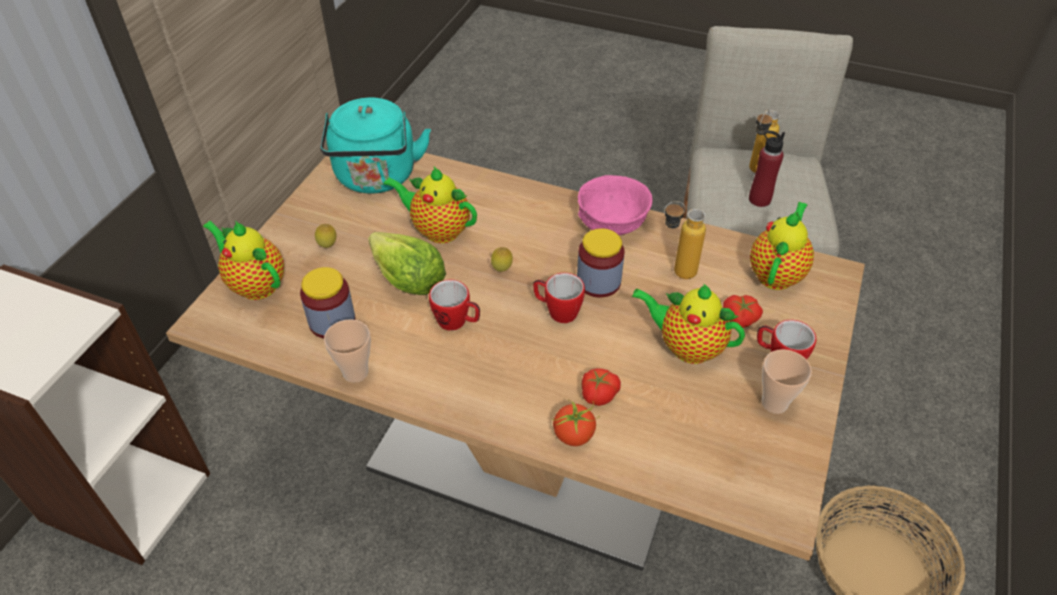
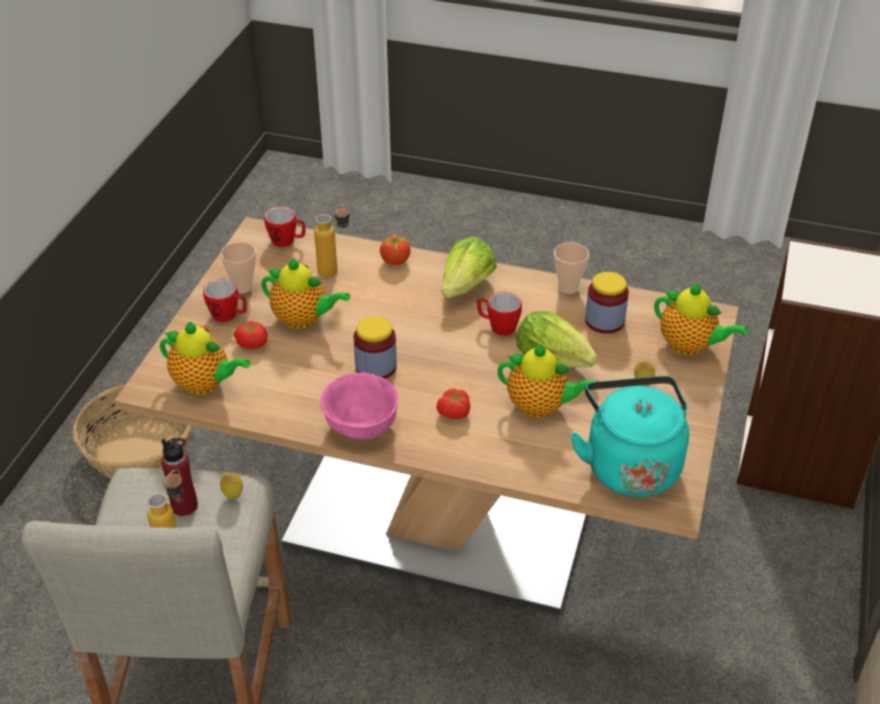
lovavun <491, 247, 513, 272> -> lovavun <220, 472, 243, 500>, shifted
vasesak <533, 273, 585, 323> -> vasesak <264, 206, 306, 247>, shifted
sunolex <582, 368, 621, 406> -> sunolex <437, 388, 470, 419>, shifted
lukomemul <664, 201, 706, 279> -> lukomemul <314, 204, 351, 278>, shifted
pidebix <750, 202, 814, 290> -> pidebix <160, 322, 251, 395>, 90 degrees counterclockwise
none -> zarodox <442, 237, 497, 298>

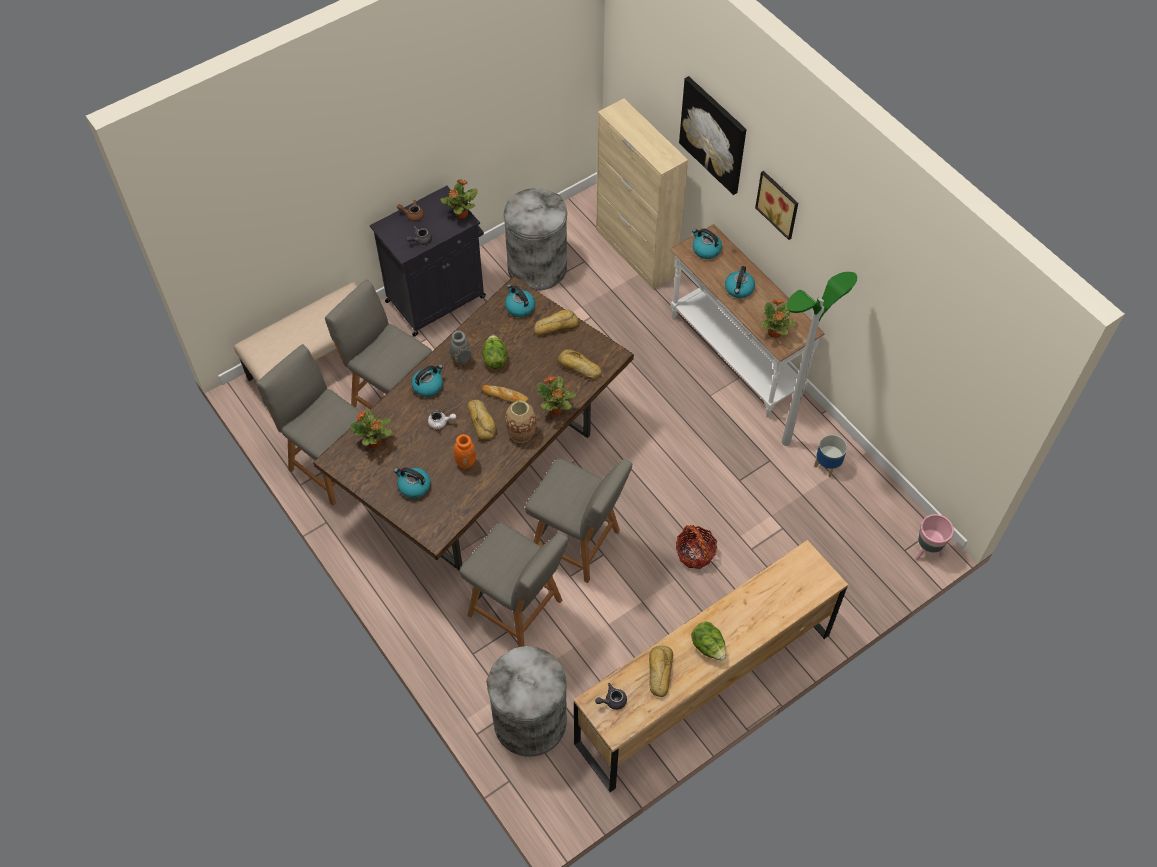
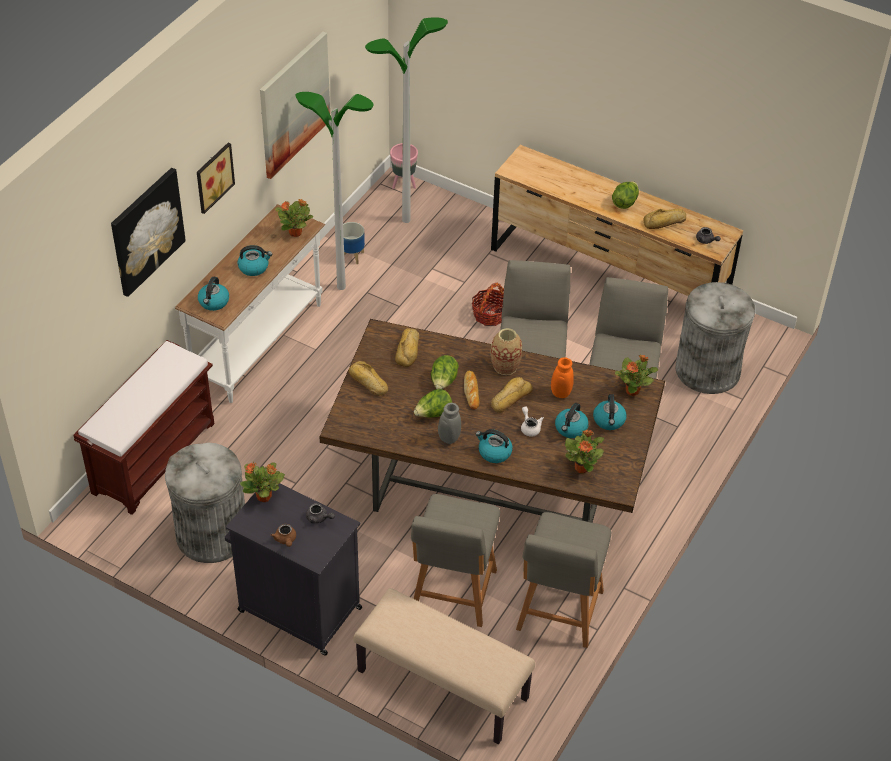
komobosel <505, 284, 535, 317> -> komobosel <555, 403, 589, 438>, shifted
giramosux <538, 376, 576, 415> -> giramosux <615, 355, 658, 396>, shifted
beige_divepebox <596, 98, 688, 289> -> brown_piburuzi <74, 340, 214, 515>
none -> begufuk <260, 31, 330, 179>
none -> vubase <365, 17, 448, 223>
none -> zarodox <431, 355, 459, 389>

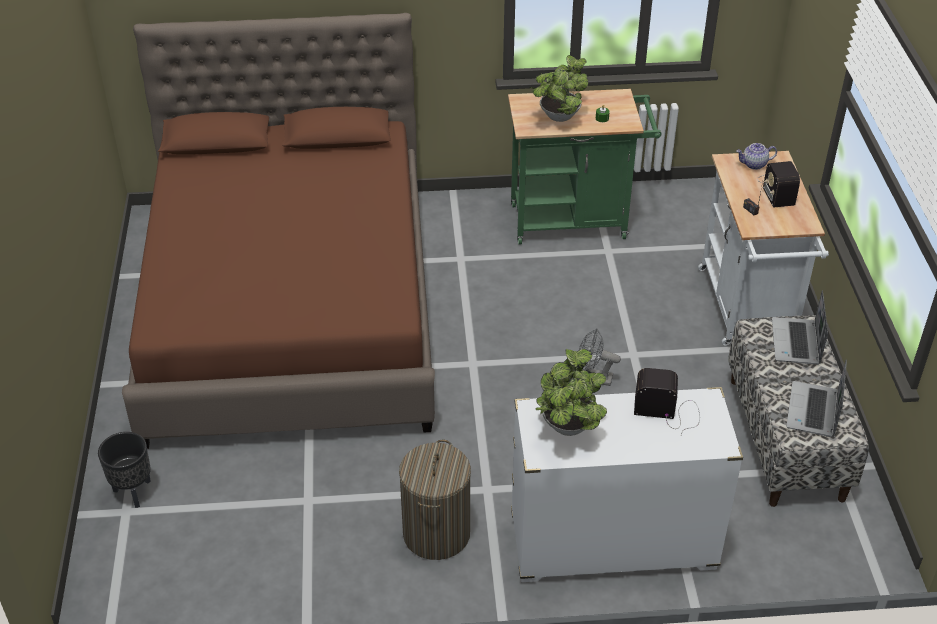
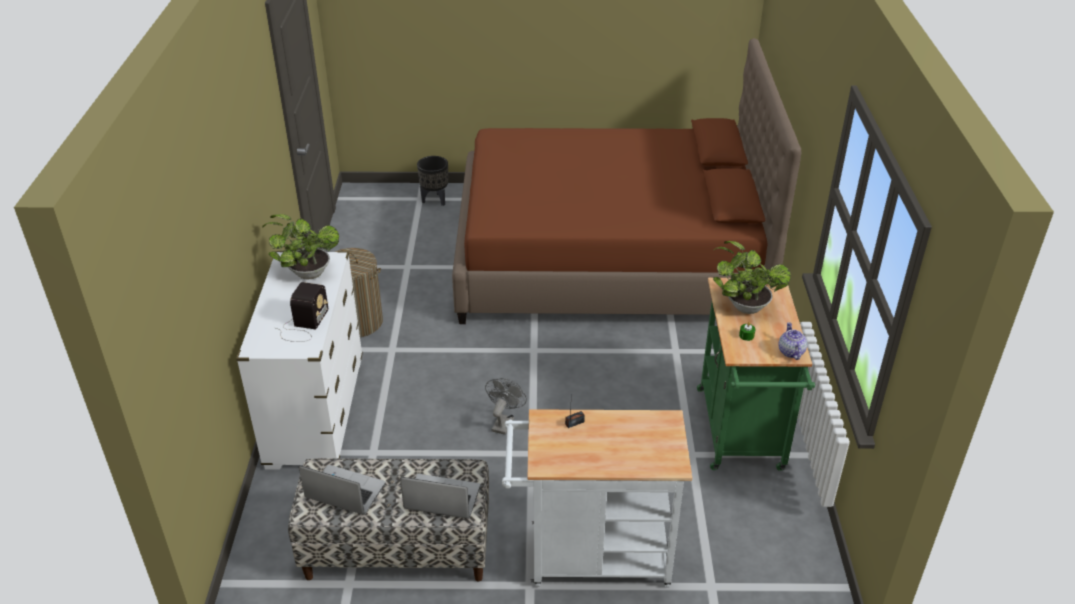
pidebix <736, 143, 777, 170> -> pidebix <778, 322, 807, 360>, shifted
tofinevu <757, 161, 800, 208> -> none

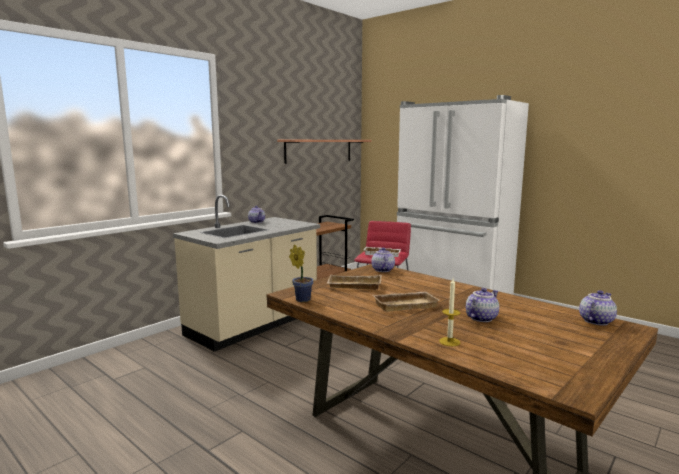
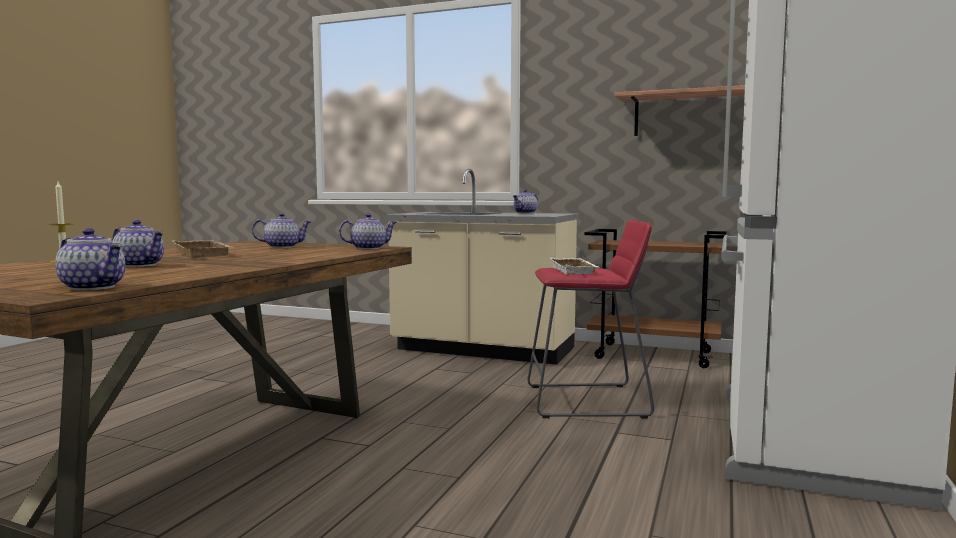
giramosux <289, 244, 313, 302> -> none
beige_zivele <327, 275, 382, 290> -> pidebix <252, 213, 311, 248>

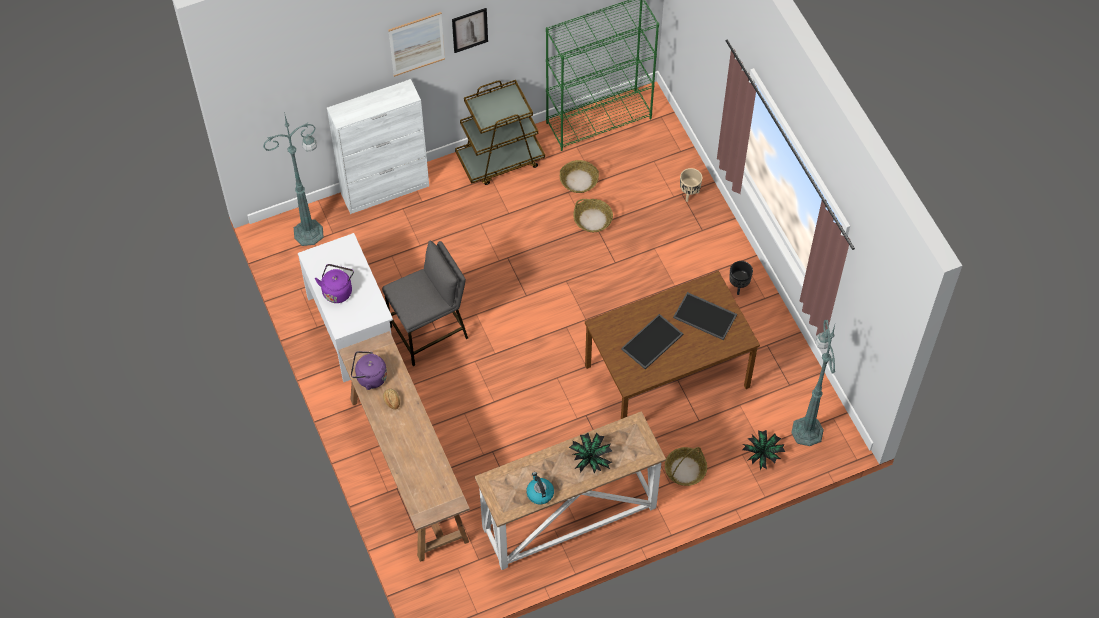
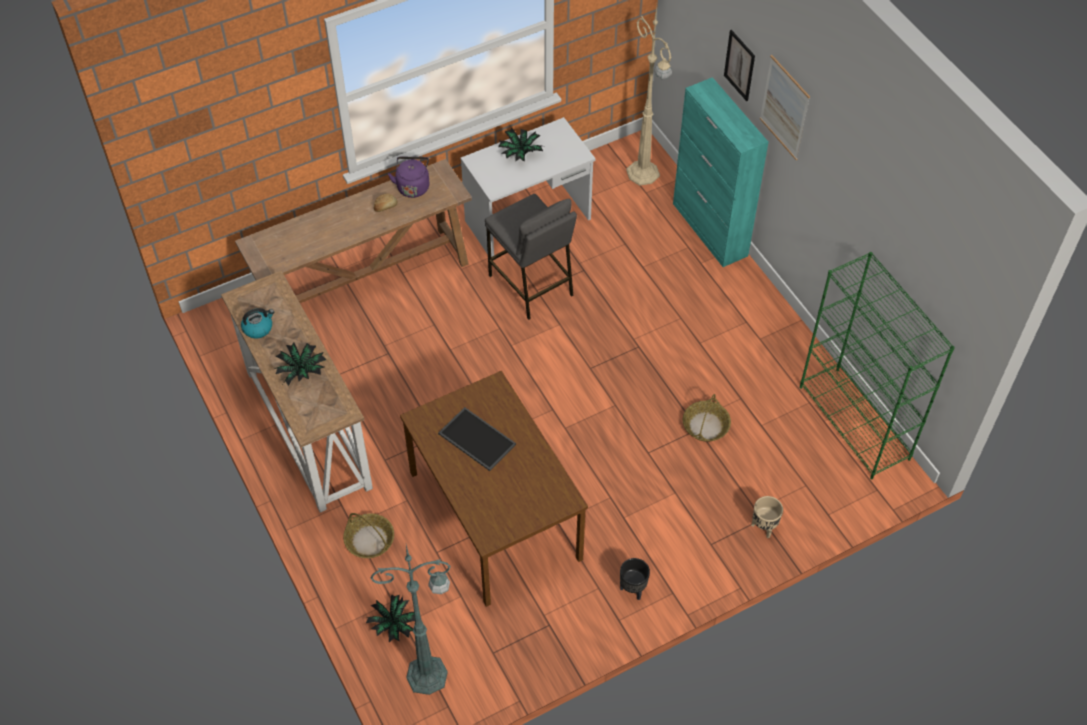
green_vubase <263, 112, 324, 246> -> beige_vubase <626, 5, 672, 186>
purple_komobosel <315, 264, 354, 303> -> giramosux <498, 128, 543, 162>
white_divepebox <327, 79, 429, 214> -> turquoise_divepebox <673, 77, 769, 267>
begufuk <452, 8, 488, 53> -> begufuk <724, 30, 755, 101>, shifted
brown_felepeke <455, 80, 545, 185> -> none
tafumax <560, 160, 599, 193> -> none
zivele <673, 292, 737, 340> -> none

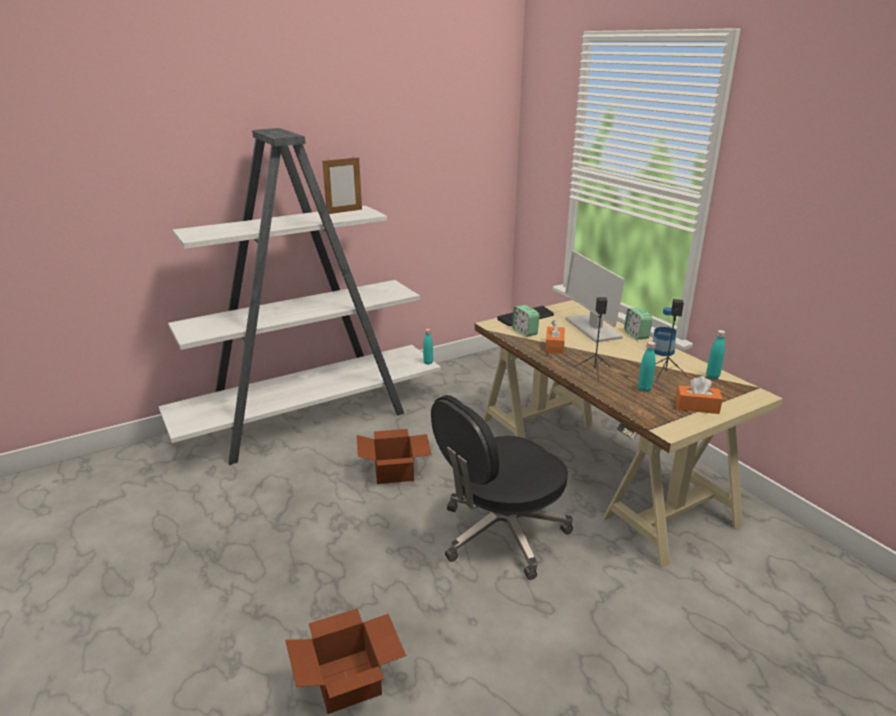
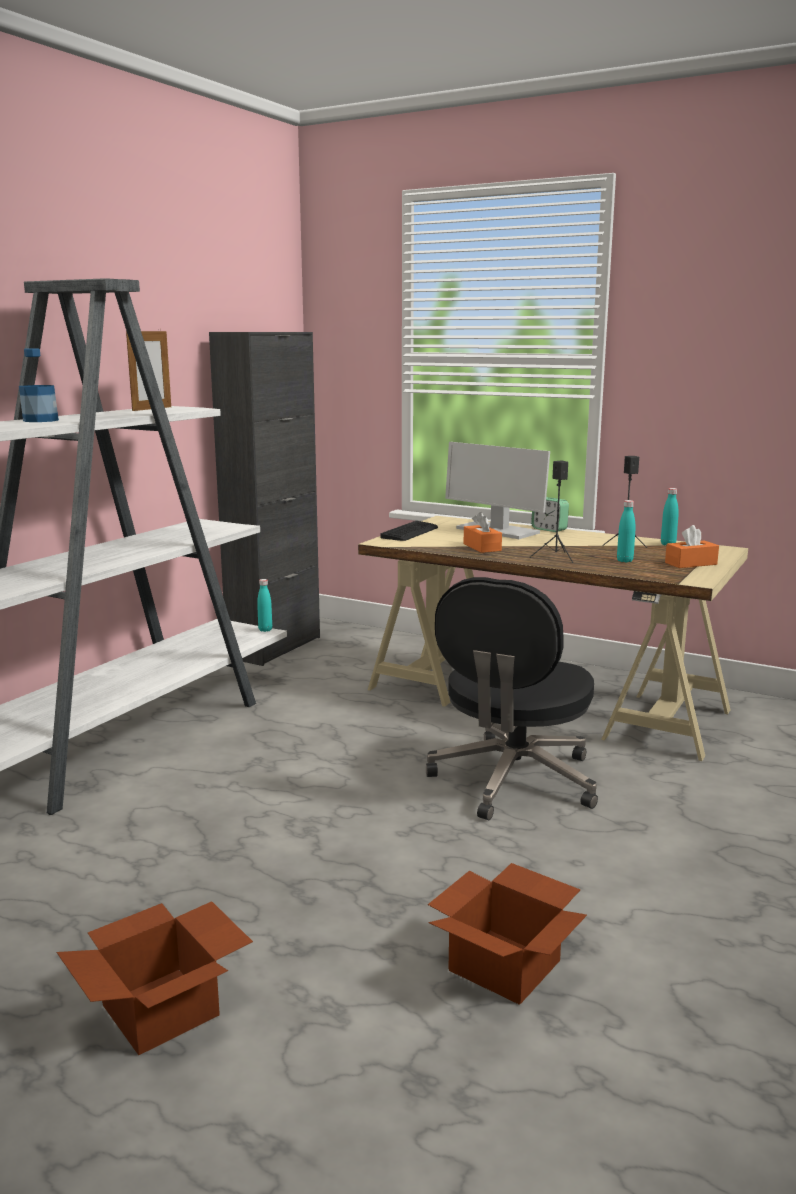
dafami <357, 429, 432, 484> -> dafami <57, 901, 253, 1055>, shifted
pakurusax <512, 305, 539, 337> -> none
lukomemul <653, 307, 676, 356> -> lukomemul <19, 348, 59, 422>, shifted
none -> black_divepebox <209, 332, 320, 666>

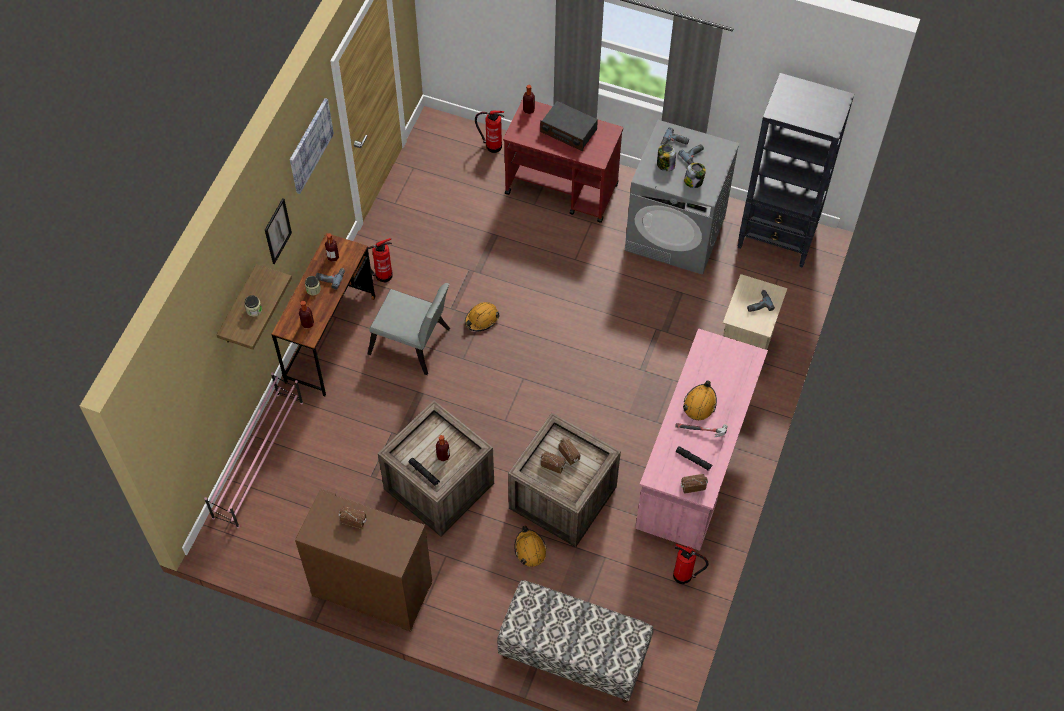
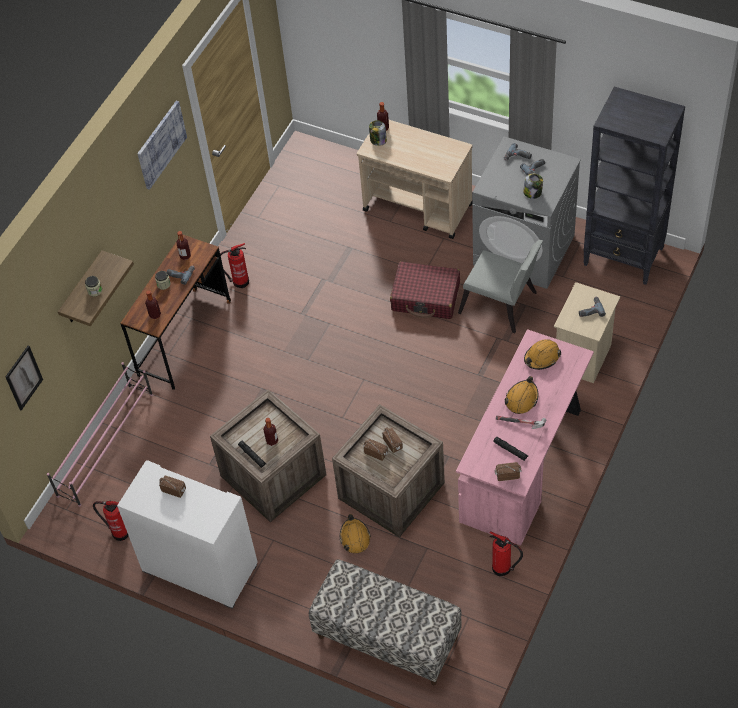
begufuk <265, 198, 292, 264> -> begufuk <5, 345, 43, 411>, shifted
brown_divepebox <295, 489, 432, 632> -> white_divepebox <117, 460, 258, 609>
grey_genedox <368, 283, 450, 375> -> grey_genedox <458, 240, 543, 333>, shifted
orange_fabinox <465, 302, 500, 331> -> orange_fabinox <524, 339, 561, 370>, shifted
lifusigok <475, 111, 504, 153> -> lifusigok <93, 501, 128, 541>, shifted
red_felepeke <503, 99, 623, 223> -> beige_felepeke <357, 120, 472, 239>
tofinevu <540, 101, 598, 151> -> none
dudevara <657, 145, 676, 171> -> dudevara <369, 120, 387, 146>, shifted
none -> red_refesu <390, 261, 460, 319>

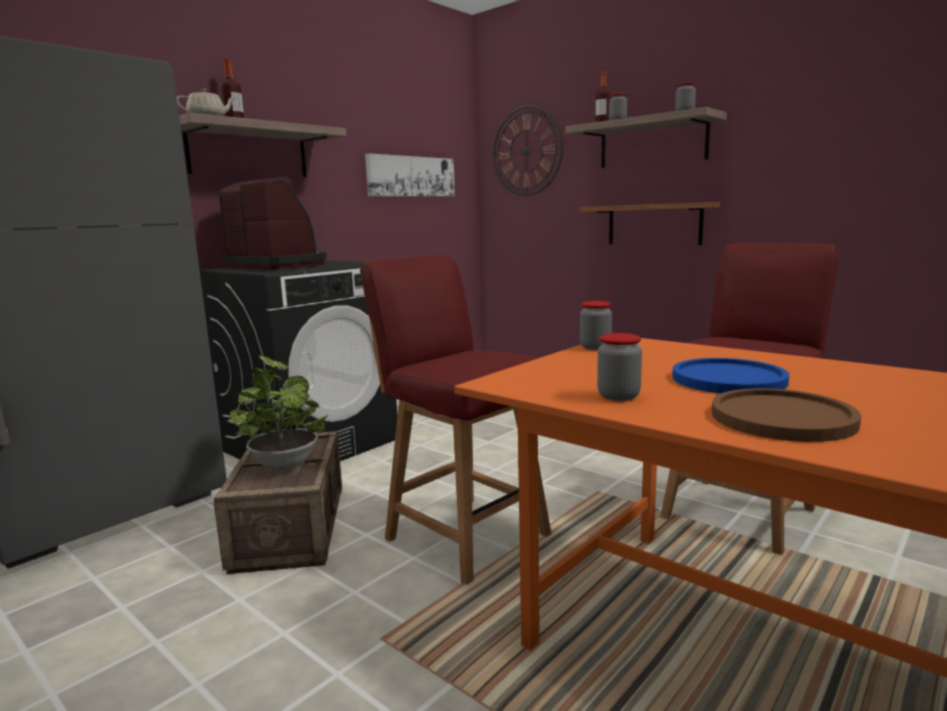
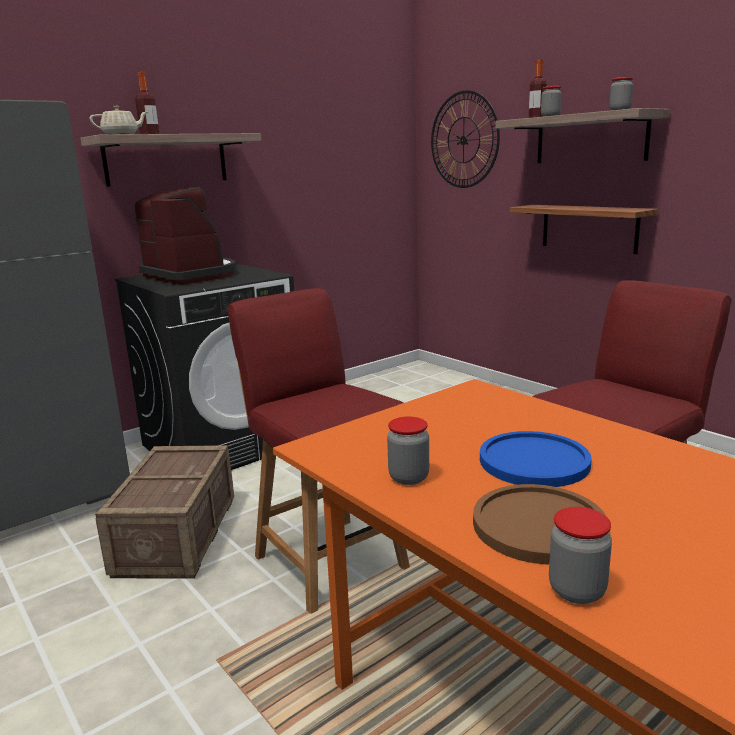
giramosux <227, 355, 328, 471> -> none
begufuk <365, 153, 455, 197> -> none
dudevara <580, 301, 612, 350> -> dudevara <549, 507, 612, 604>, shifted

